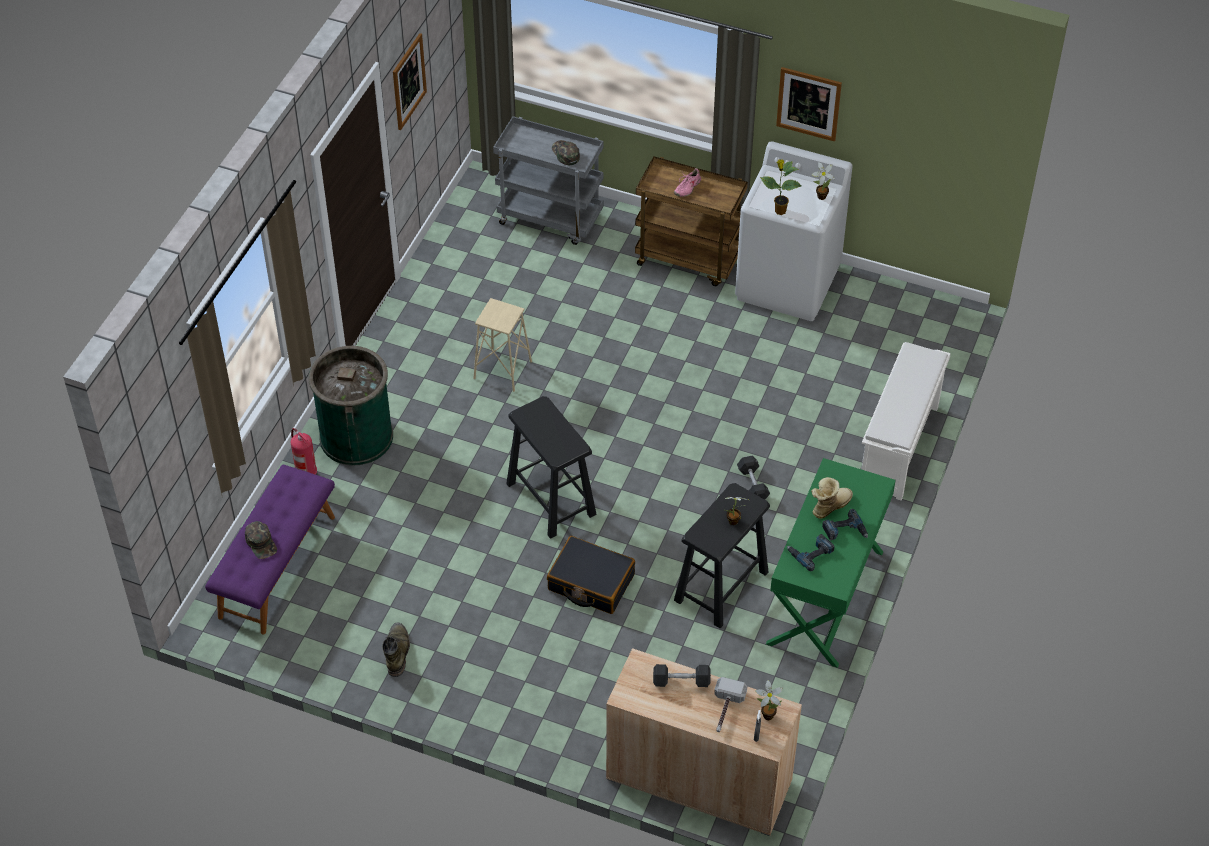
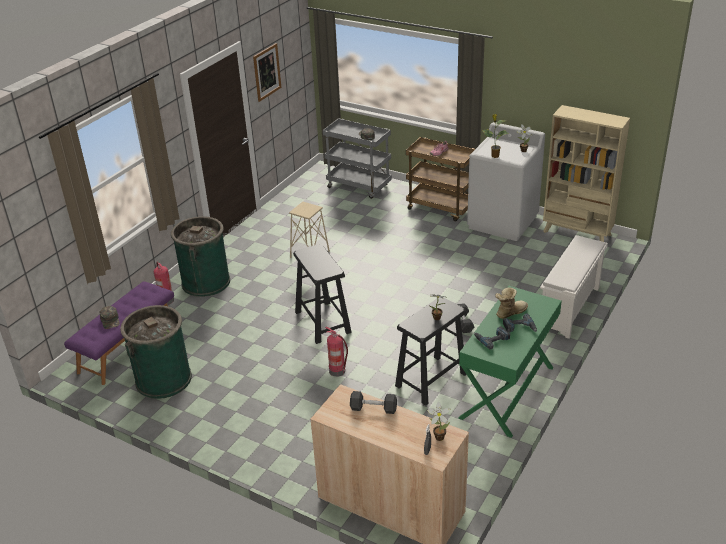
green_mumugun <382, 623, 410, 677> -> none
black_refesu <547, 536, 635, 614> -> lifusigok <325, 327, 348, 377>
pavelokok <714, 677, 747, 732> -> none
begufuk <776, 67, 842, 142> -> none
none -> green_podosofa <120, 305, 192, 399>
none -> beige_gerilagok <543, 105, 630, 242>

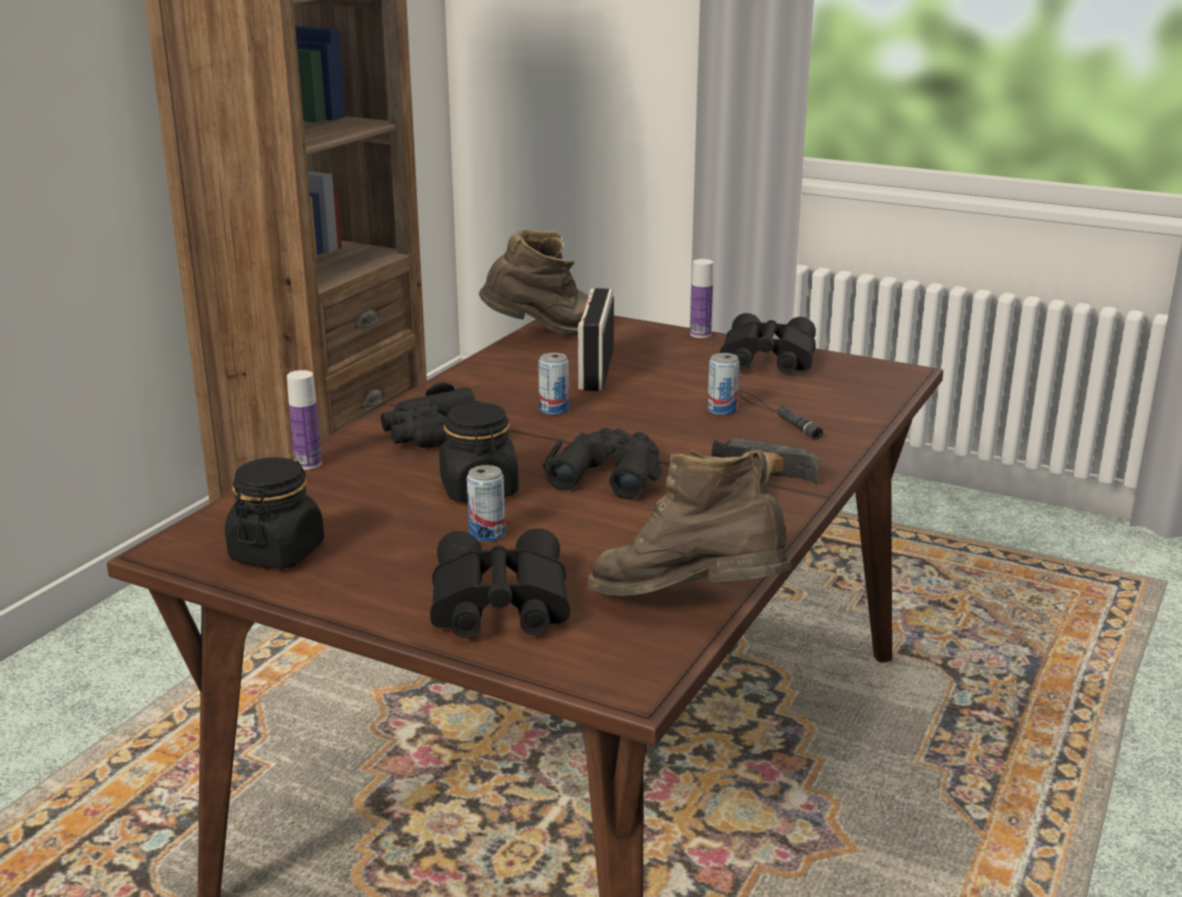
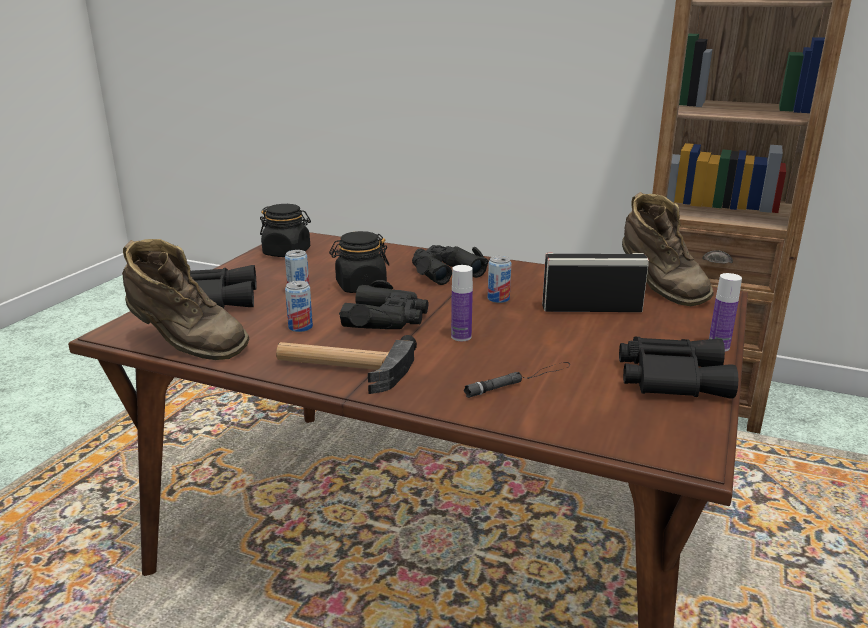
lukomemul <287, 370, 322, 470> -> lukomemul <451, 265, 473, 341>, shifted
brown_mumugun <588, 449, 792, 596> -> brown_mumugun <122, 239, 249, 360>, 90 degrees clockwise
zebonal <708, 353, 740, 416> -> zebonal <285, 281, 313, 332>, shifted

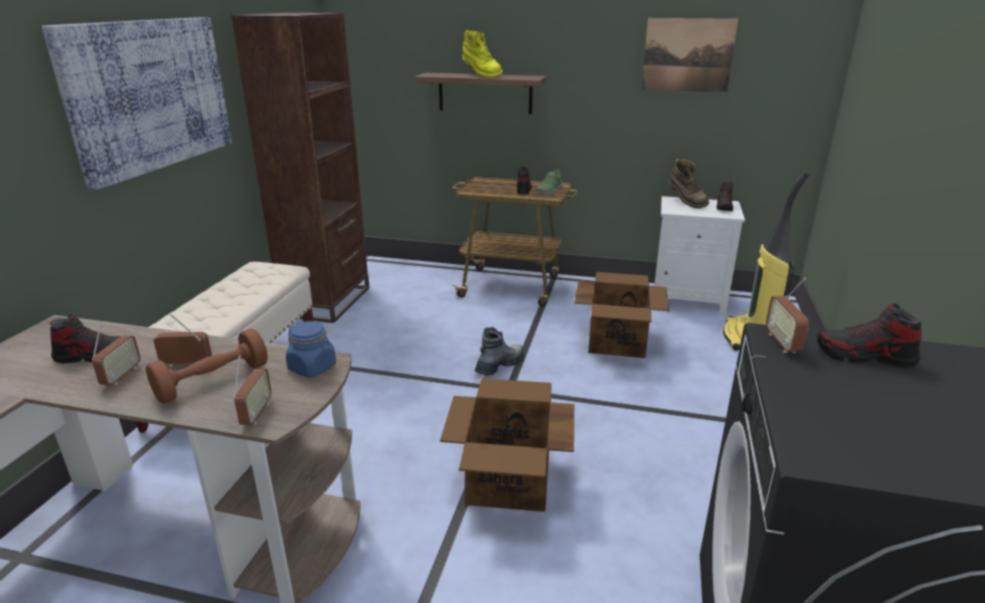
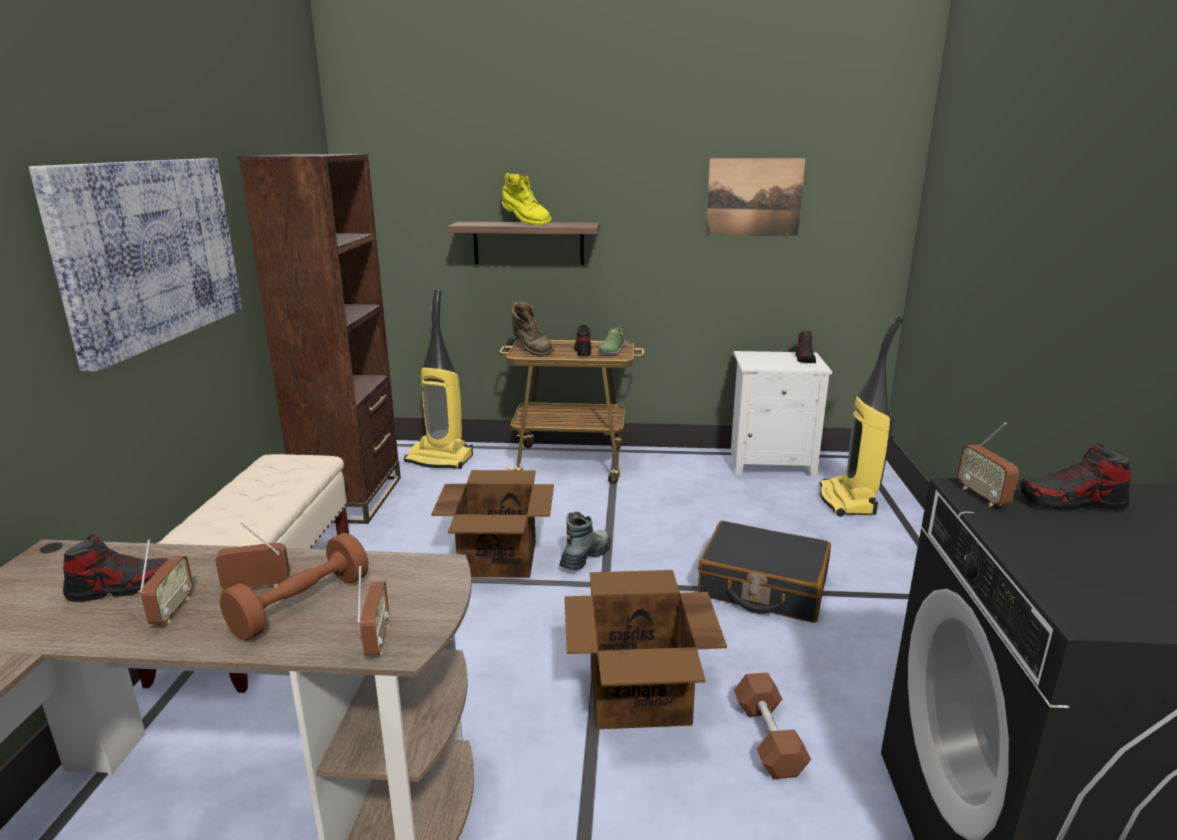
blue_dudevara <286, 321, 336, 378> -> none
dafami <574, 272, 669, 358> -> dafami <431, 470, 554, 578>, shifted
brown_mumugun <669, 159, 709, 208> -> brown_mumugun <512, 302, 554, 356>, shifted
none -> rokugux <404, 289, 473, 469>
none -> black_refesu <698, 521, 831, 623>
none -> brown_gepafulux <734, 673, 811, 779>

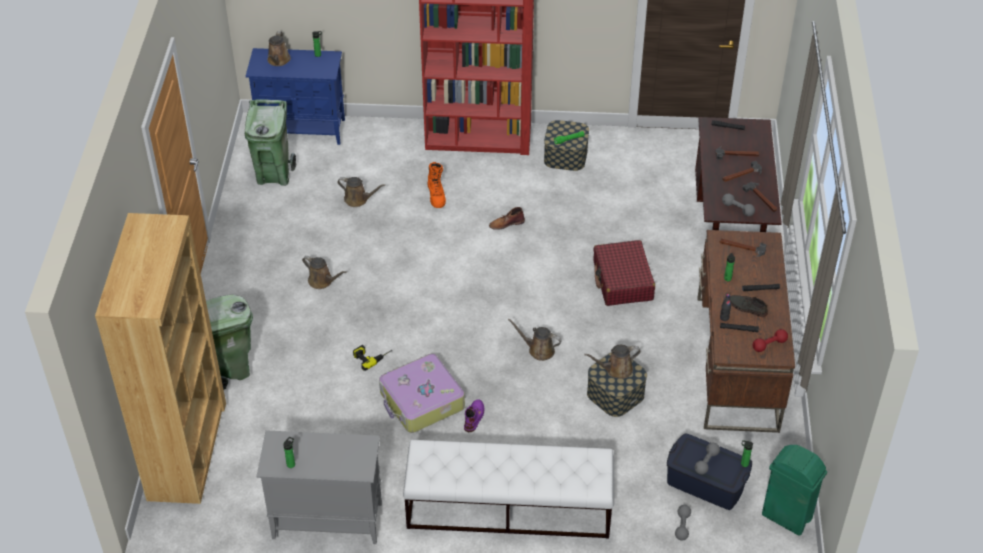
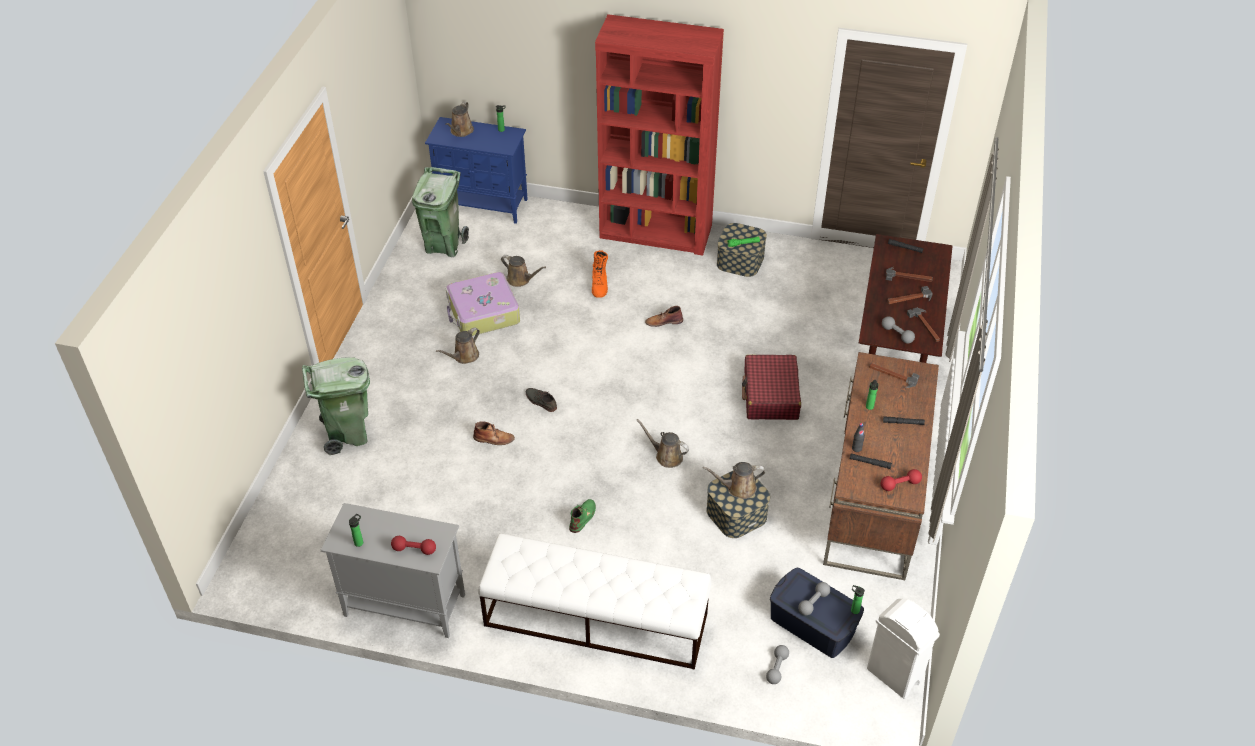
brown_gerilagok <95, 213, 226, 504> -> none
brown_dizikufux <302, 256, 347, 289> -> brown_dizikufux <436, 327, 480, 364>, 90 degrees clockwise
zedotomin <353, 345, 392, 371> -> brown_mumugun <473, 421, 515, 445>
refesu <379, 354, 465, 433> -> refesu <446, 272, 520, 336>, shifted
purple_mumugun <464, 399, 484, 432> -> green_mumugun <569, 499, 596, 533>
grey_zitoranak <730, 295, 768, 317> -> grey_zitoranak <526, 388, 557, 412>, shifted
green_podosofa <762, 445, 827, 536> -> white_podosofa <867, 599, 940, 699>
none -> red_gepafulux <391, 536, 436, 555>

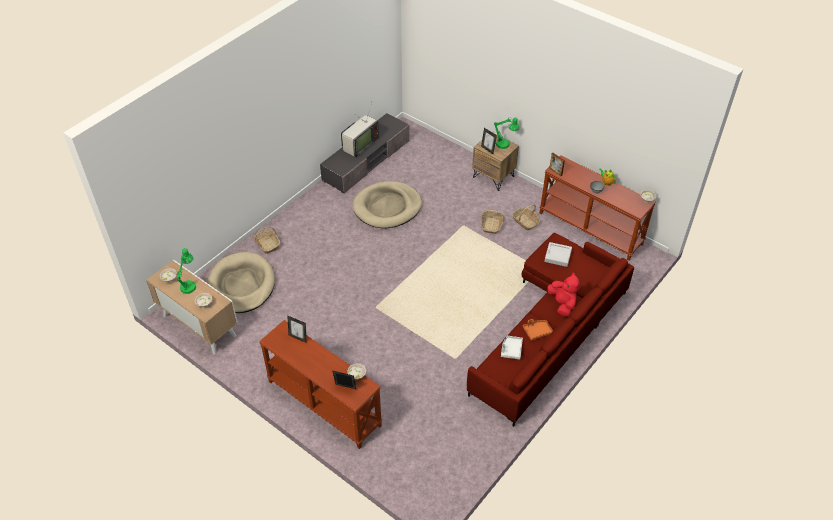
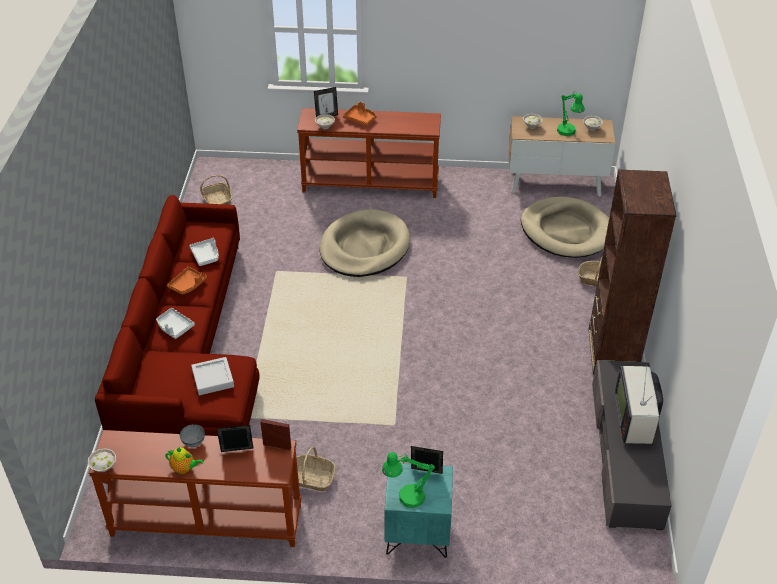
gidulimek <287, 315, 307, 343> -> gidulimek <216, 425, 254, 452>, shifted
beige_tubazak <353, 181, 422, 228> -> beige_tubazak <319, 209, 410, 277>, shifted
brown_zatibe <472, 134, 519, 191> -> turquoise_zatibe <384, 464, 453, 558>
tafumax <481, 210, 504, 234> -> tafumax <200, 175, 232, 205>, shifted
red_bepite <547, 272, 580, 316> -> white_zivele <156, 308, 195, 339>
none -> orange_zivele <343, 102, 376, 126>
none -> brown_gerilagok <588, 169, 676, 375>

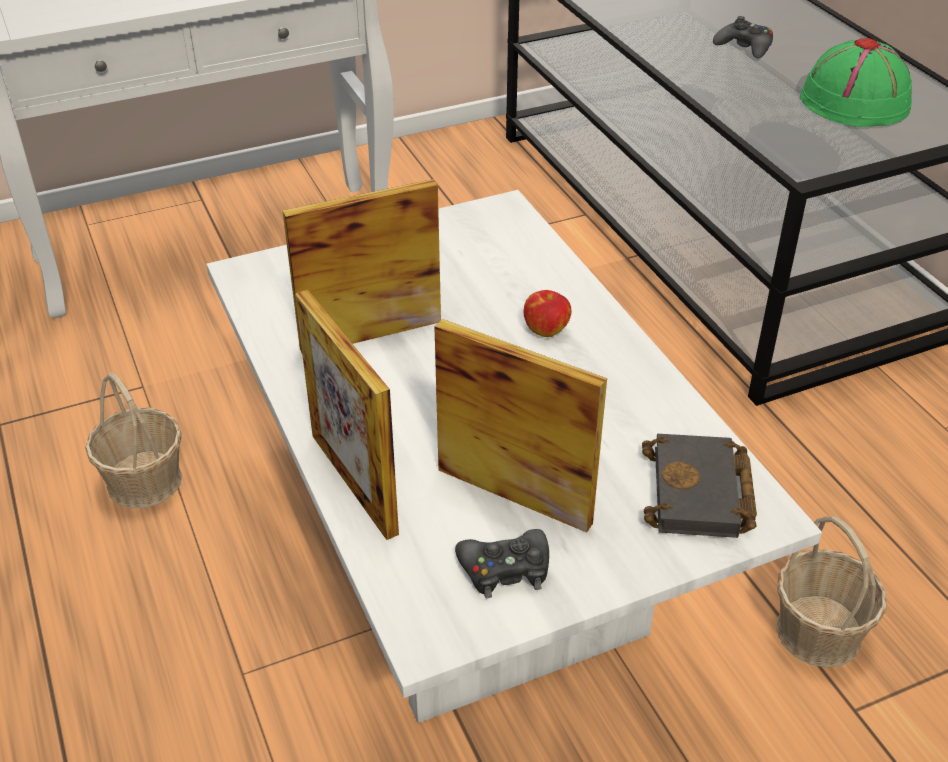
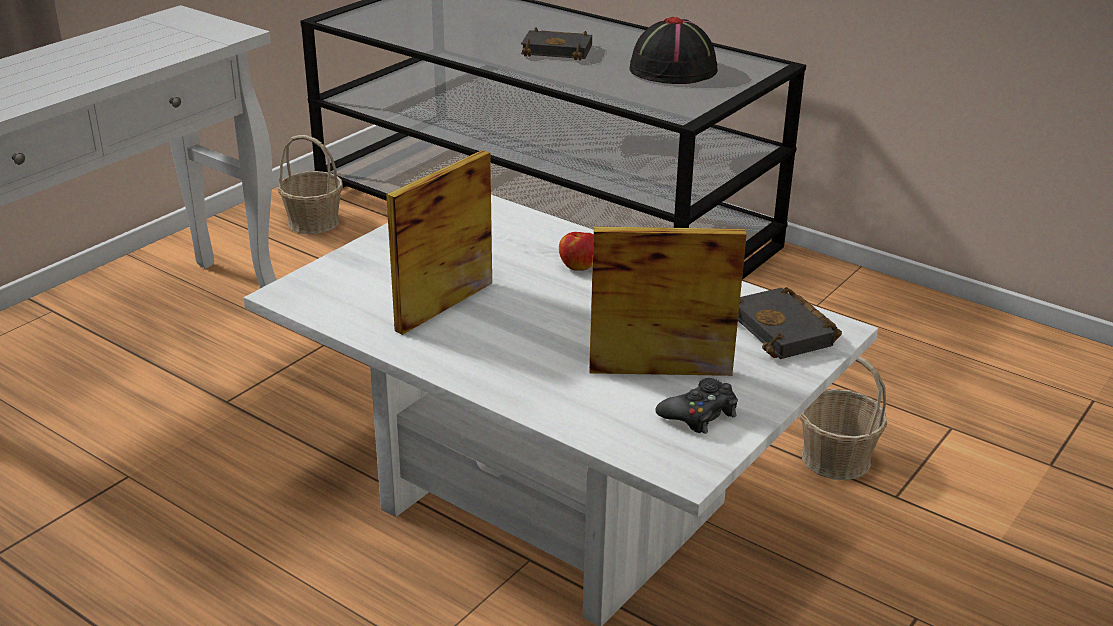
tafumax <85, 373, 182, 508> -> tafumax <278, 135, 343, 234>, shifted
gidulimek <295, 290, 399, 540> -> none
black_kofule <713, 16, 773, 58> -> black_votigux <521, 28, 592, 60>
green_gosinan <800, 38, 912, 127> -> black_gosinan <629, 17, 718, 84>

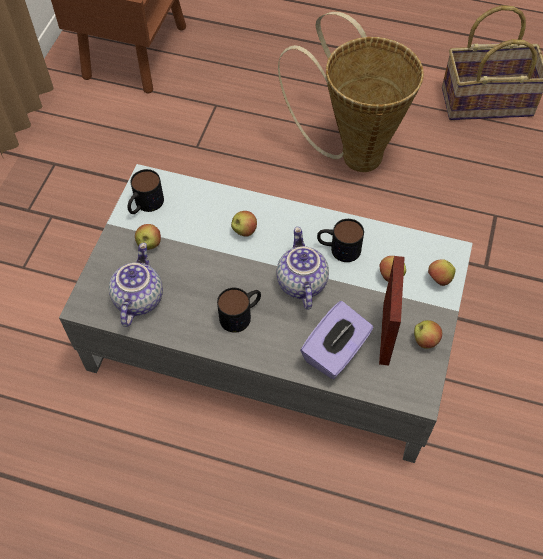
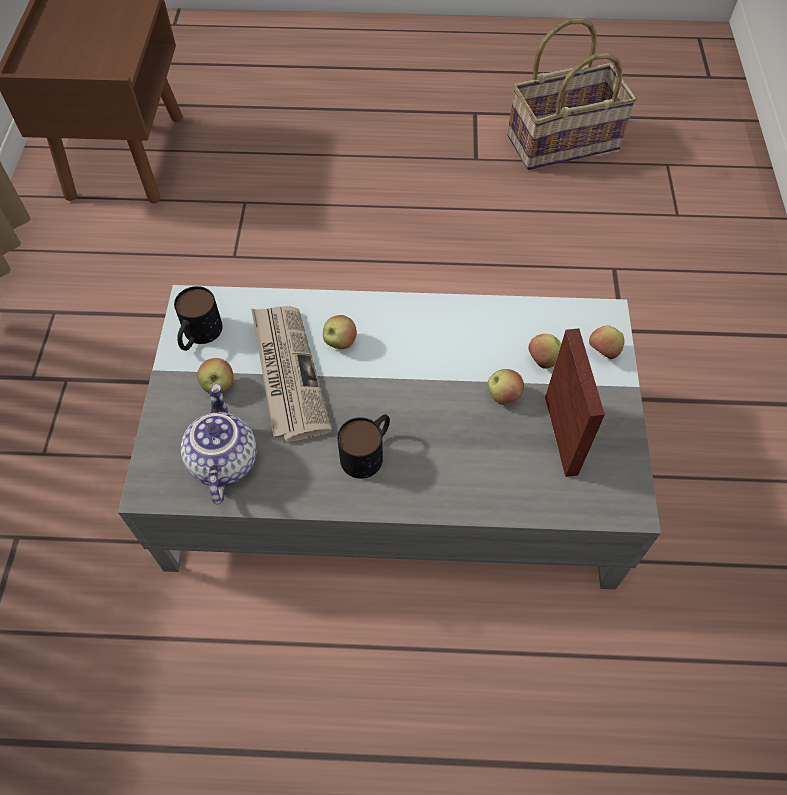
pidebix <277, 227, 329, 310> -> none
tafumax <278, 12, 424, 172> -> none
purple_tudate <300, 301, 373, 379> -> none
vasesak <317, 219, 364, 262> -> none
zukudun <414, 320, 442, 349> -> zukudun <488, 369, 524, 405>, shifted
none -> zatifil <251, 306, 332, 442>

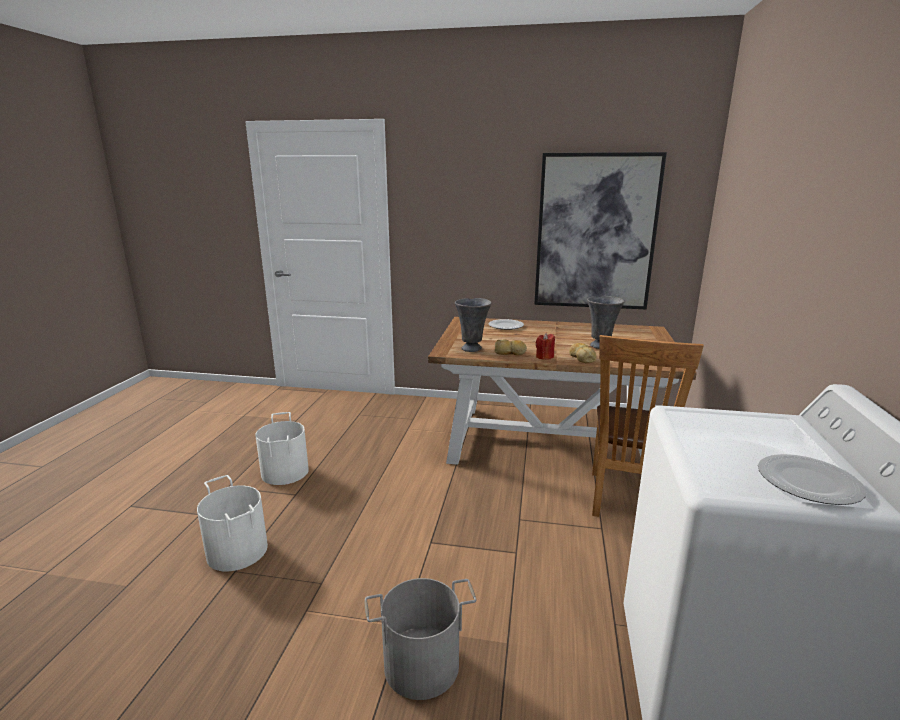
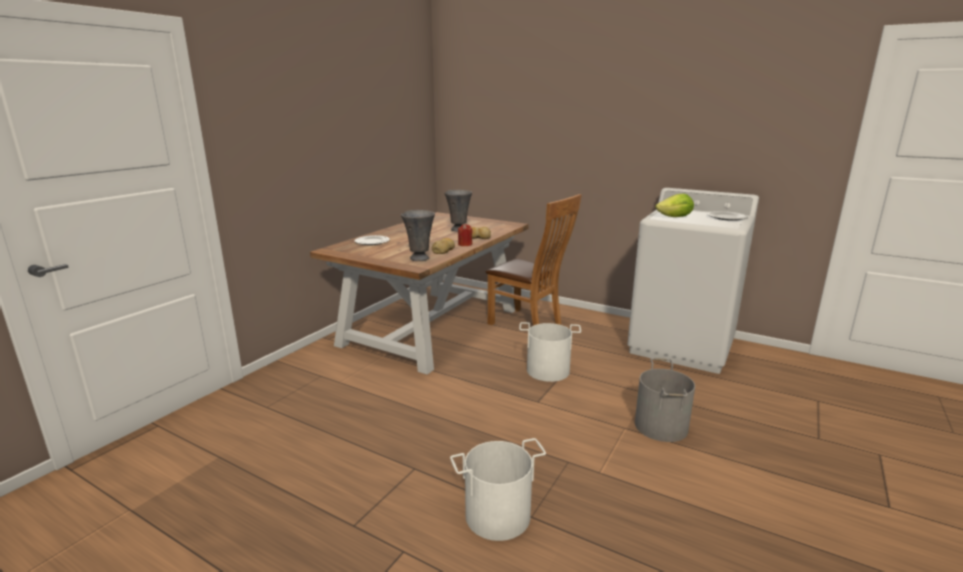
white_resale <255, 412, 309, 485> -> white_resale <519, 322, 581, 382>, shifted
begufuk <534, 152, 667, 310> -> none
none -> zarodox <655, 194, 694, 217>

